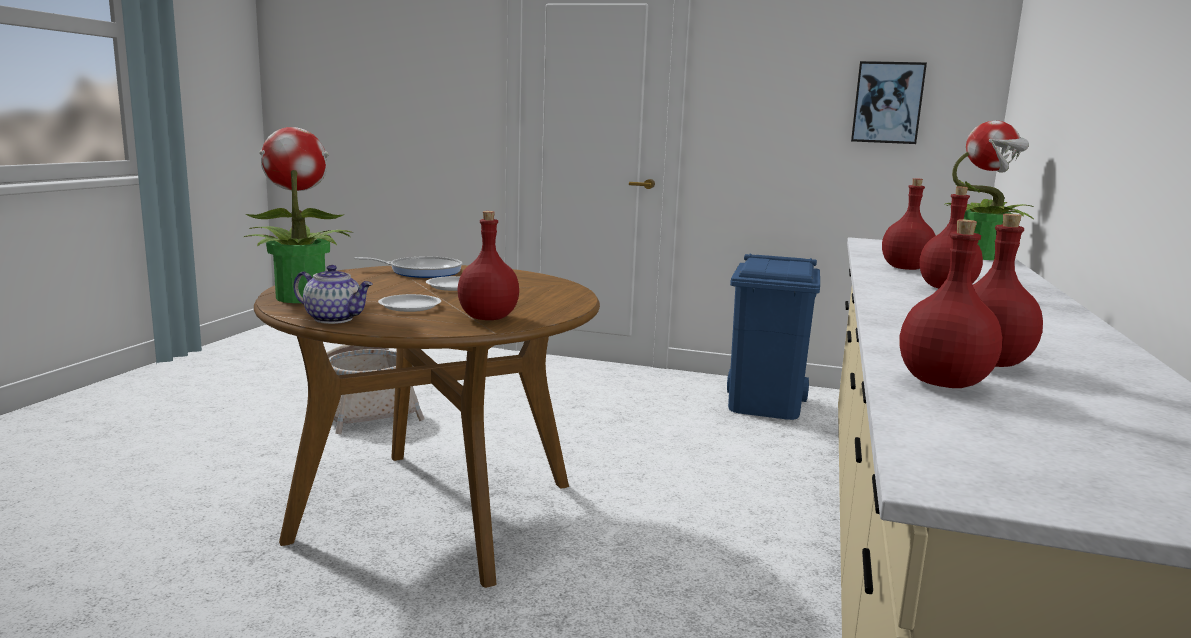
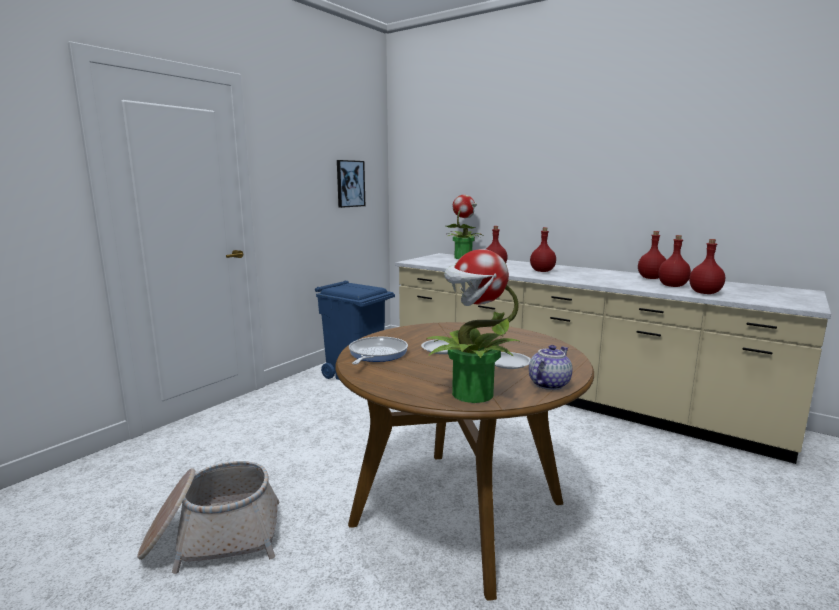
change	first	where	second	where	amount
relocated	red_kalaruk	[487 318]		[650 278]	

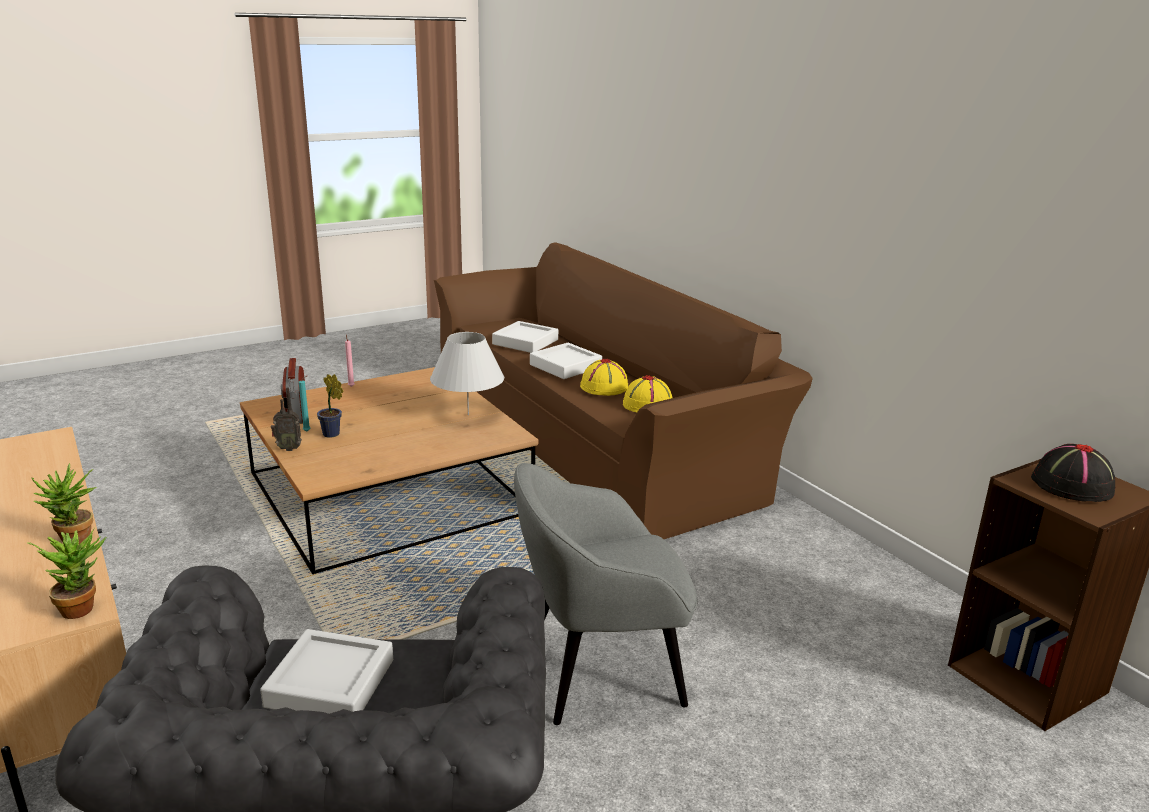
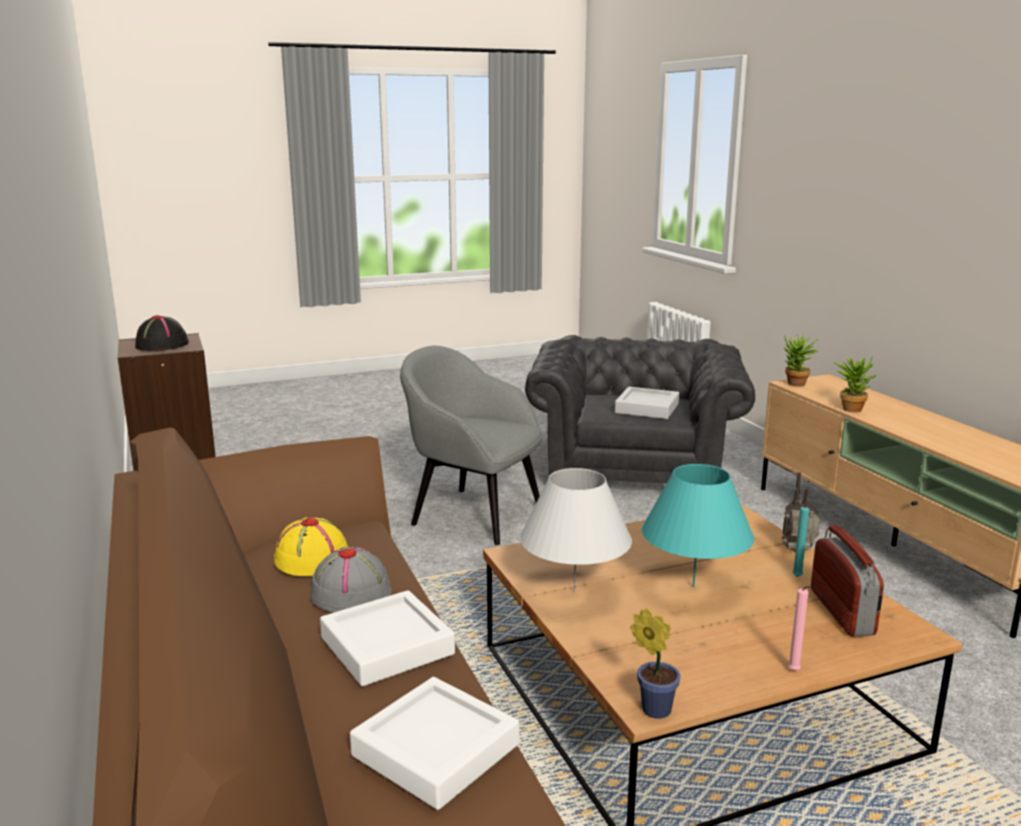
change	first	where	second	where	amount
colour	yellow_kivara	[604 387]	grey_kivara	[351 592]	
relocated	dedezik	[333 435]		[652 708]	
spun	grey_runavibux	[599 670]		[474 514]	150 degrees counterclockwise
appeared			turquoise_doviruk	[693 586]	

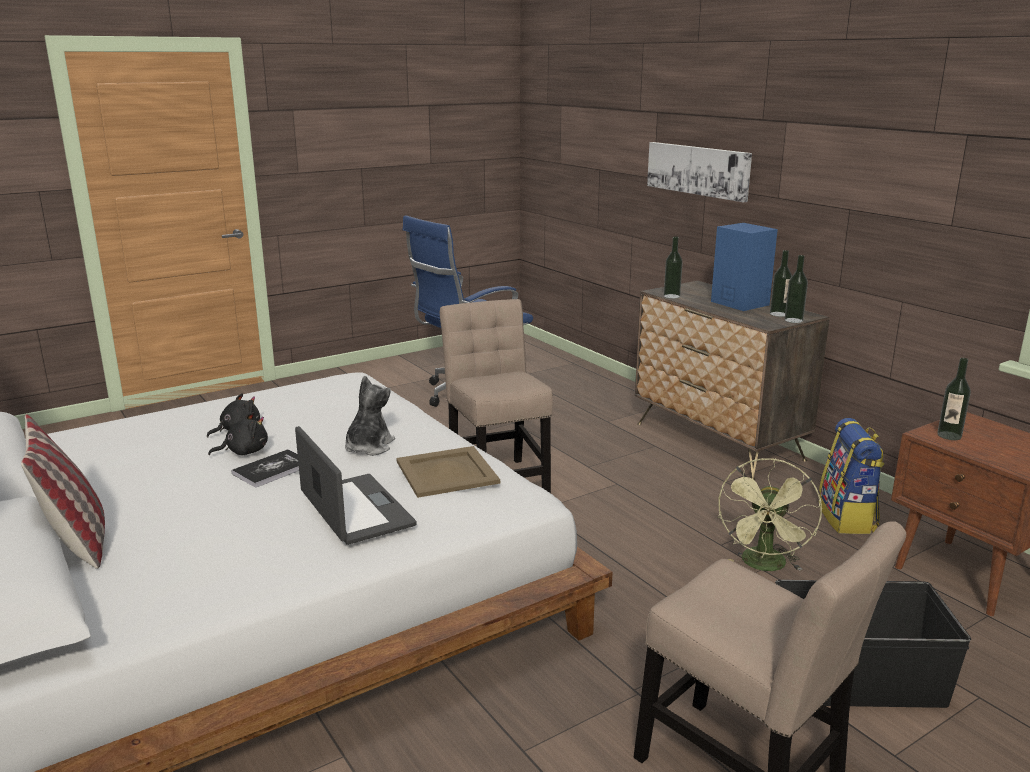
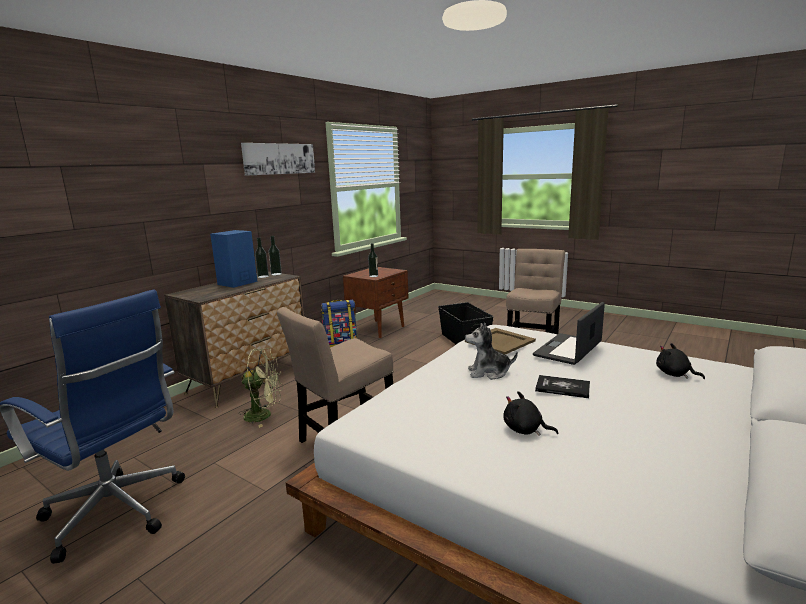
change	first	where	second	where	amount
relocated	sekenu	[698 170]		[279 159]	
missing	kalaruk	[671 296]			
relocated	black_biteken	[244 452]		[675 374]	
missing	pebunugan	[76 541]			
relocated	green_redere	[764 566]		[264 415]	

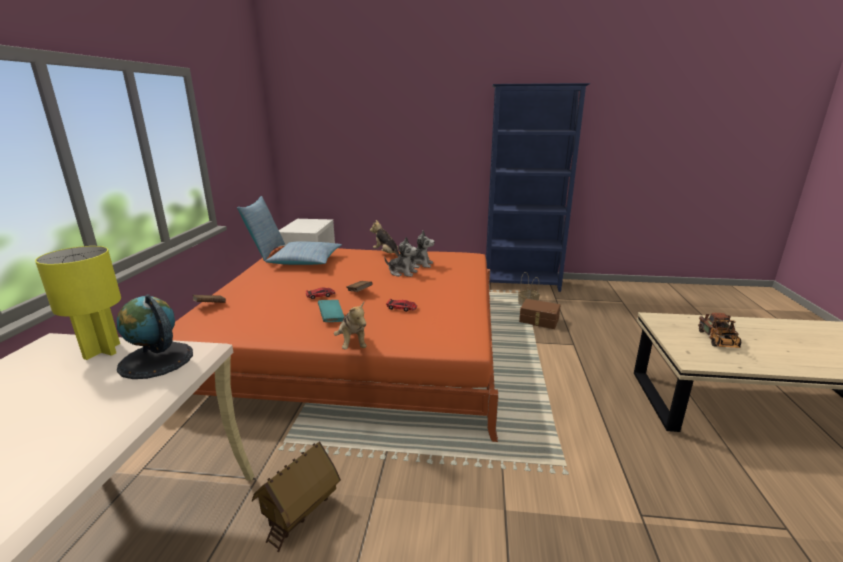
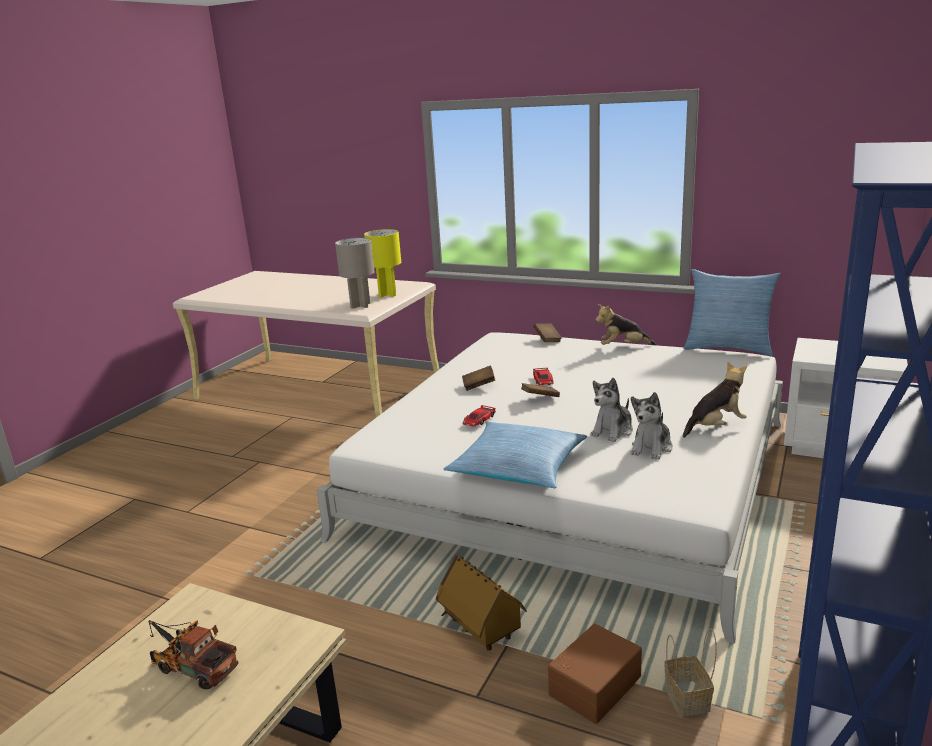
change	first	where	second	where	amount
relocated	pebunugan	[306 261]		[518 467]	
colour	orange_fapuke	[357 343]	white_fapuke	[574 478]	
exchanged	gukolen	[156 360]	grey_doviruk	[360 305]	
colour	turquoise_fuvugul	[331 318]	brown_fuvugul	[479 386]	
relocated	biteken	[352 343]		[623 347]	
relocated	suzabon	[300 512]		[481 630]	

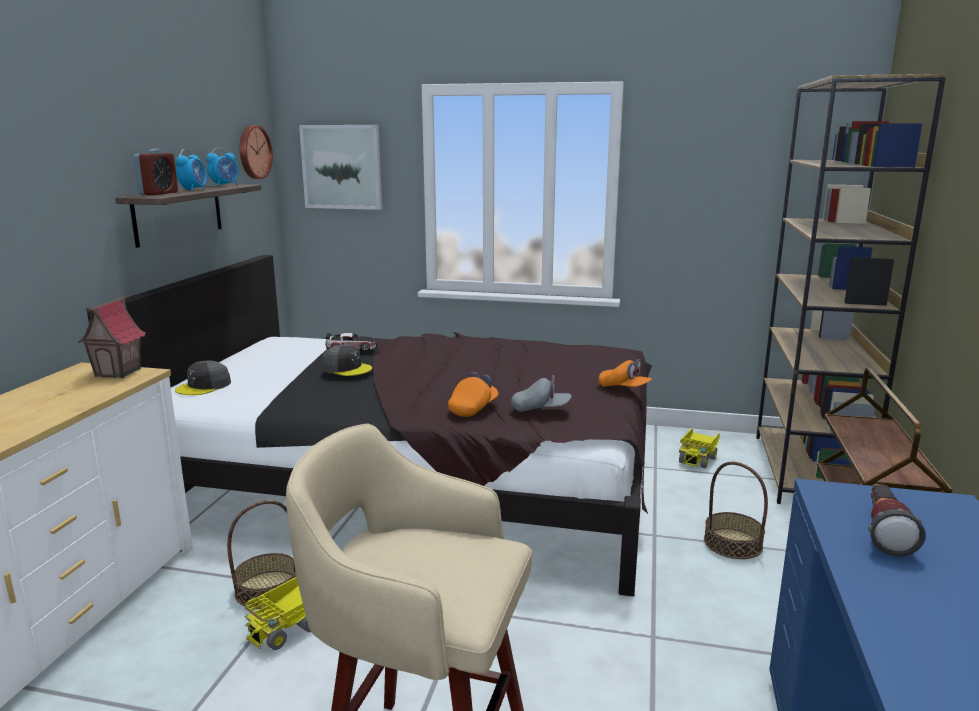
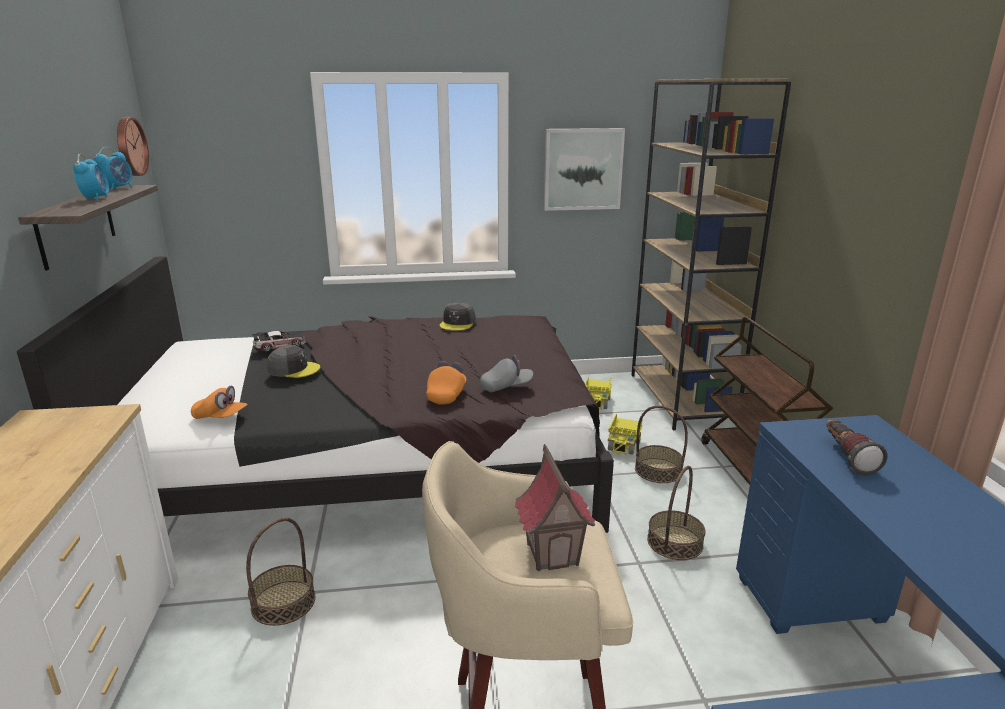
change	first	where	second	where	amount
relocated	sekenu	[342 167]		[582 169]	
missing	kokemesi	[158 193]			
relocated	suzabon	[118 372]		[553 554]	
relocated	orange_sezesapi	[624 388]		[220 417]	
relocated	grey_sezesapi	[204 386]		[458 323]	
relocated	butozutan	[288 628]		[624 444]	
appeared			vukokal	[675 542]	

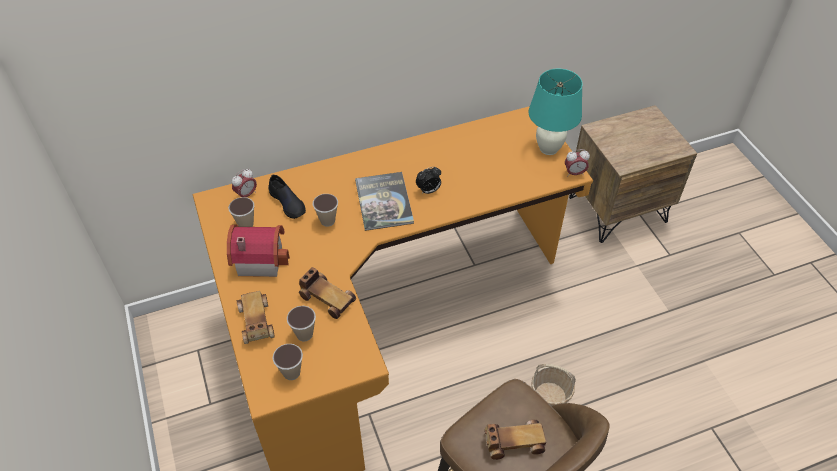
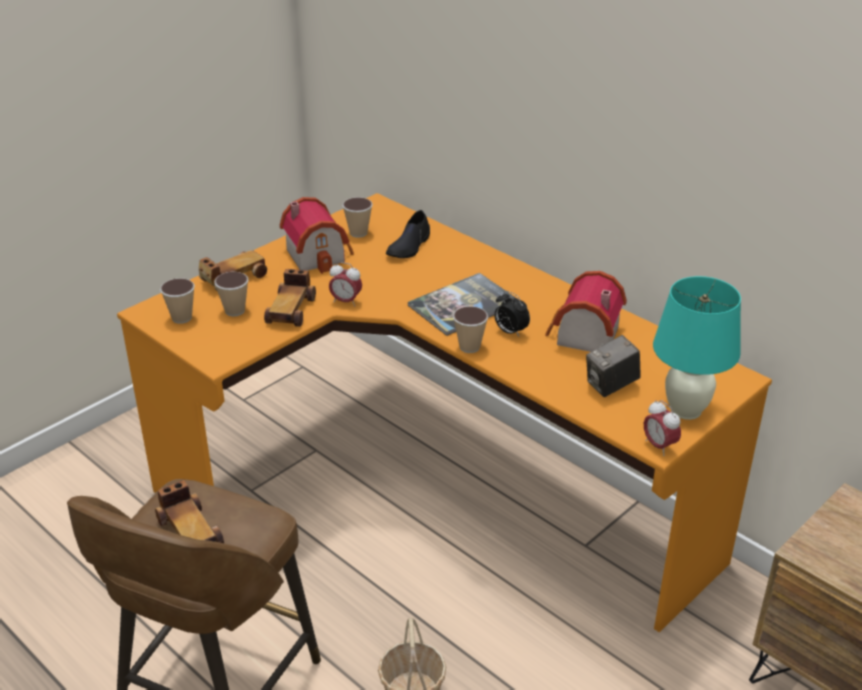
change	first	where	second	where	amount
relocated	kokemesi	[246 195]		[346 301]	
relocated	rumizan	[327 221]		[469 347]	
appeared			suzabon	[582 336]	
appeared			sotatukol	[611 386]	

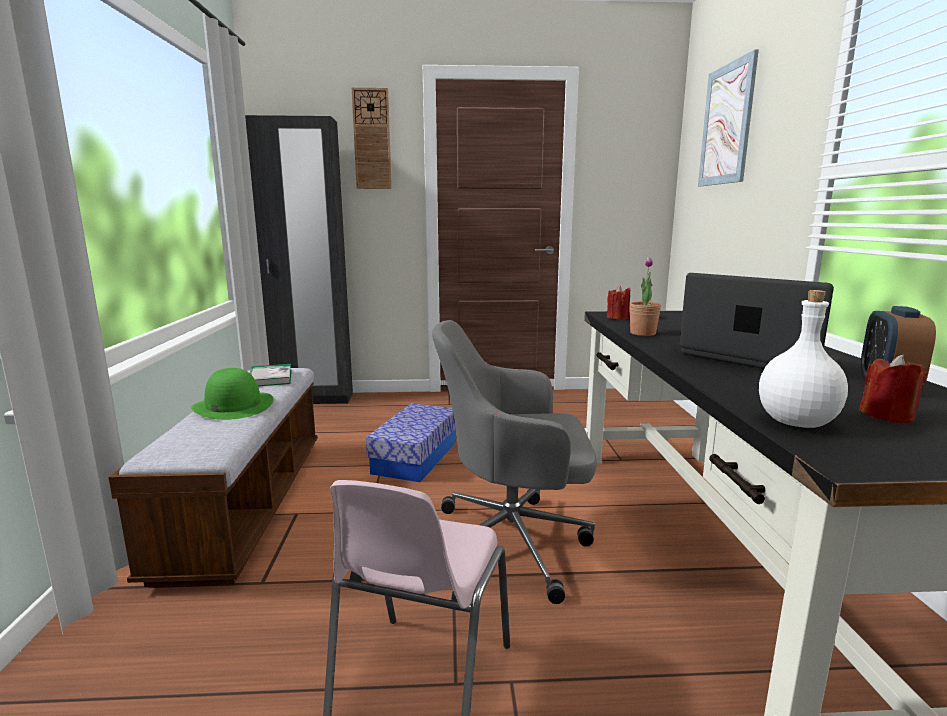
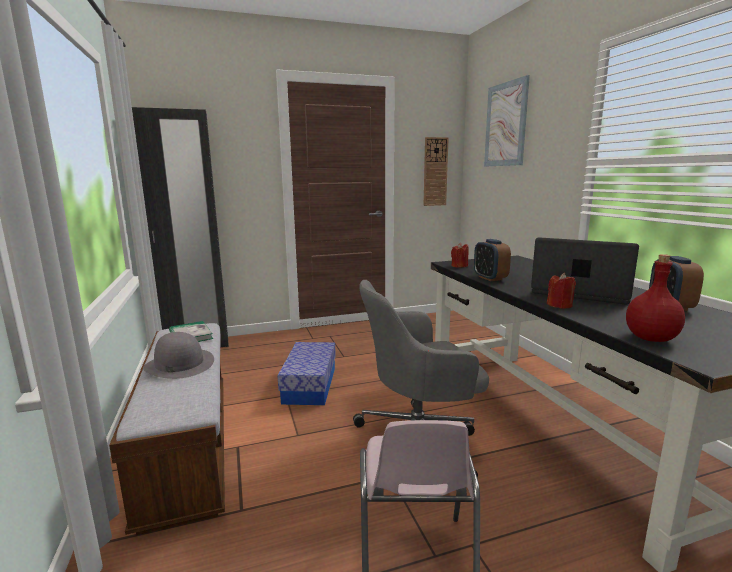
change	first	where	second	where	amount
relocated	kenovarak	[372 139]		[435 172]	
exchanged	dedezik	[642 333]	kokemesi	[490 278]	
colour	white_kalaruk	[797 422]	red_kalaruk	[651 338]	
relocated	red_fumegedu	[887 416]		[559 305]	
colour	green_kivara	[233 406]	grey_kivara	[179 364]	

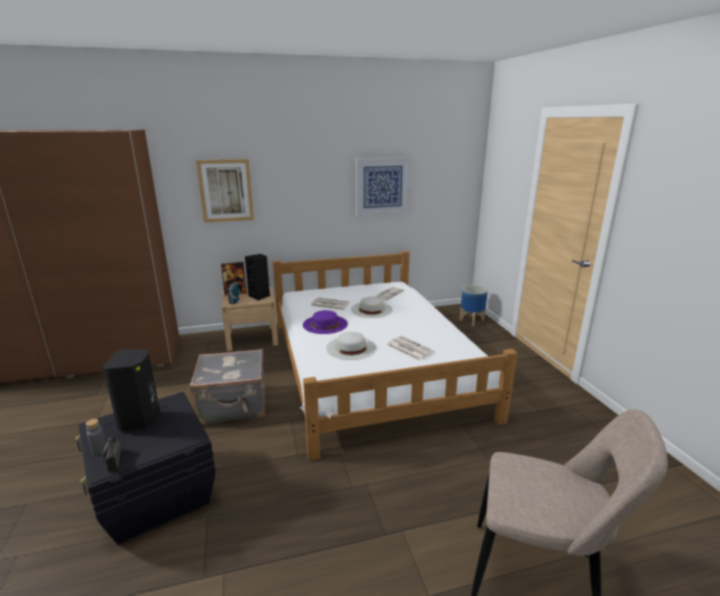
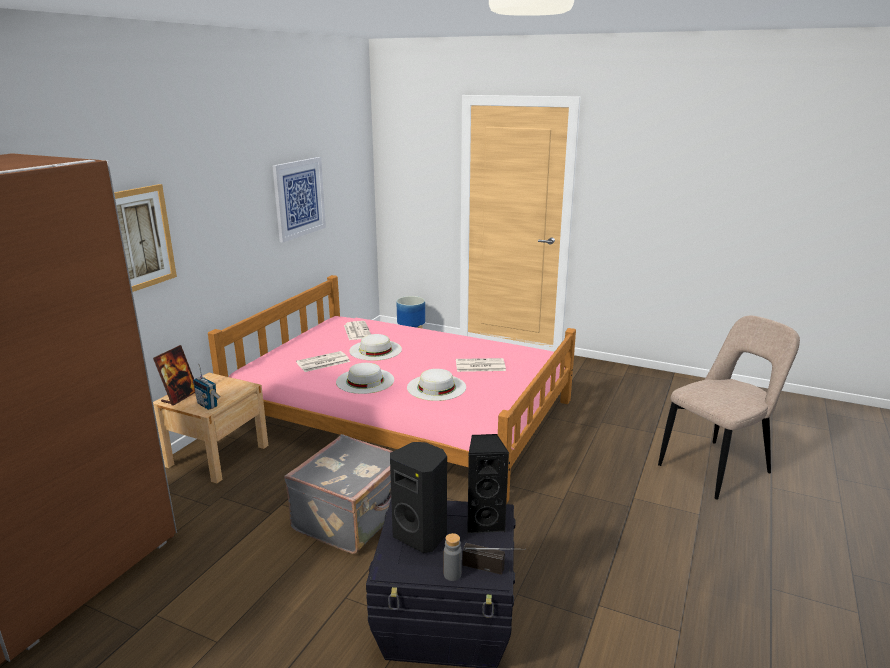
change	first	where	second	where	amount
colour	white_fapuke	[371 366]	pink_fapuke	[404 414]	
relocated	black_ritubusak	[260 296]		[485 522]	
colour	purple_kivara	[325 324]	white_kivara	[365 380]	

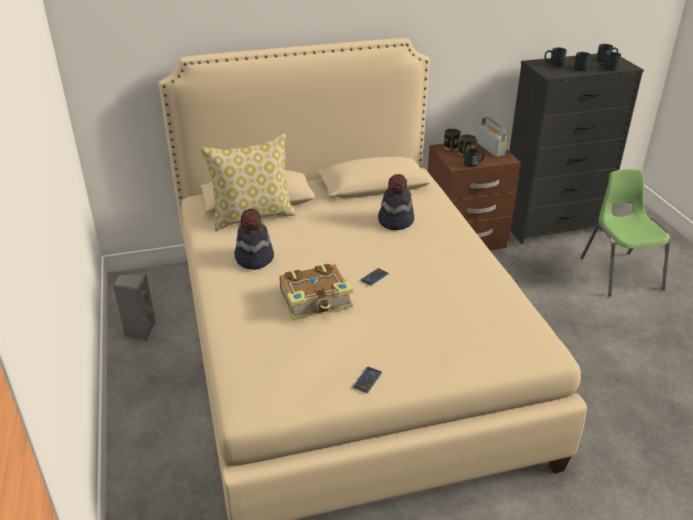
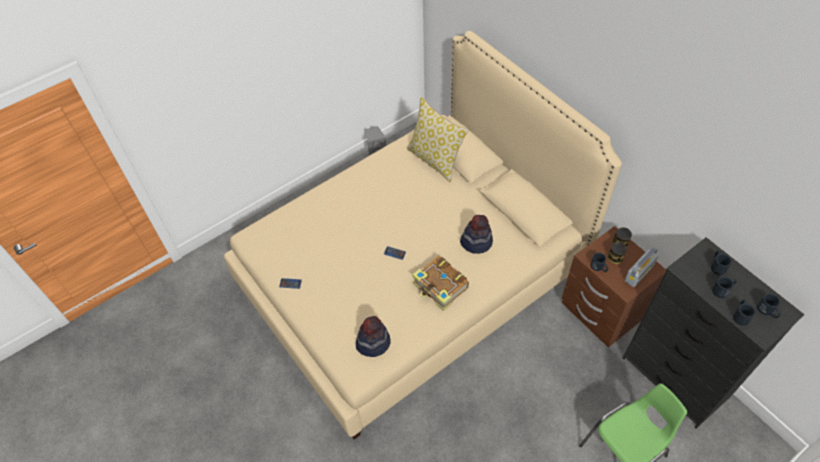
change	first	where	second	where	amount
relocated	kivara	[254 258]		[373 343]	
relocated	fuvugul	[316 300]		[440 287]	

